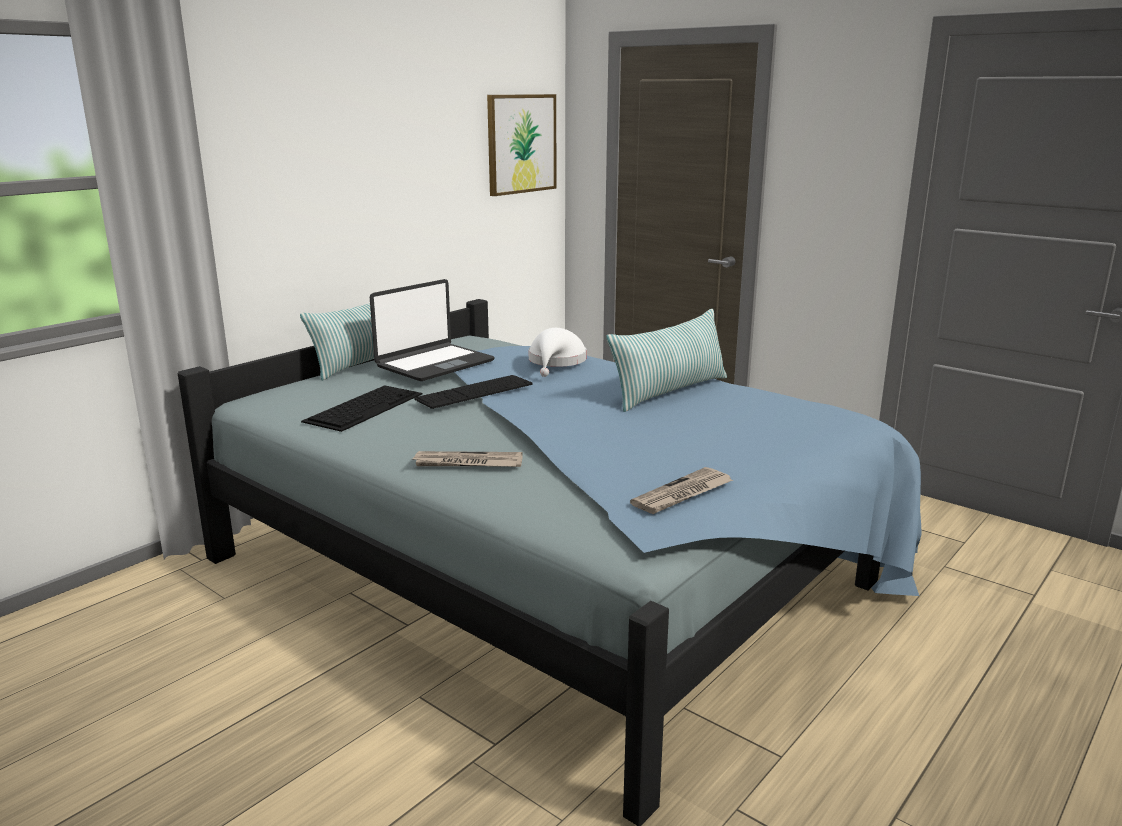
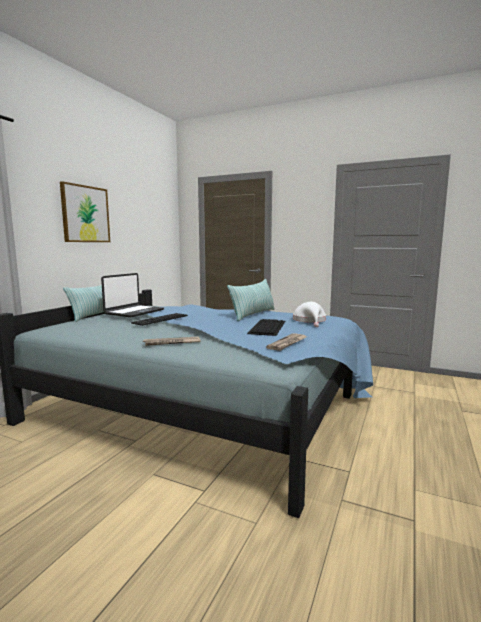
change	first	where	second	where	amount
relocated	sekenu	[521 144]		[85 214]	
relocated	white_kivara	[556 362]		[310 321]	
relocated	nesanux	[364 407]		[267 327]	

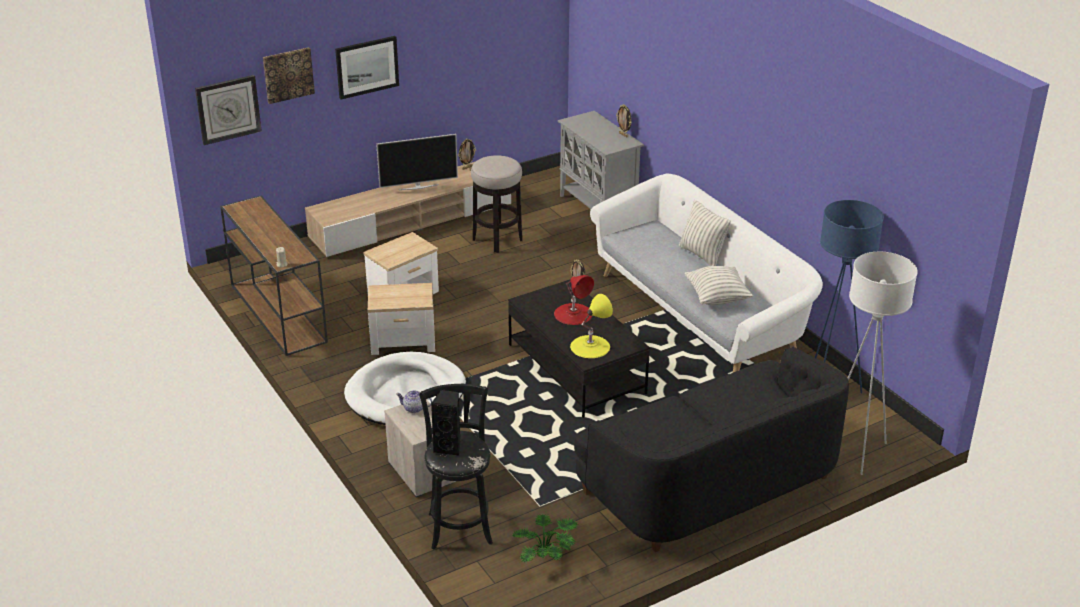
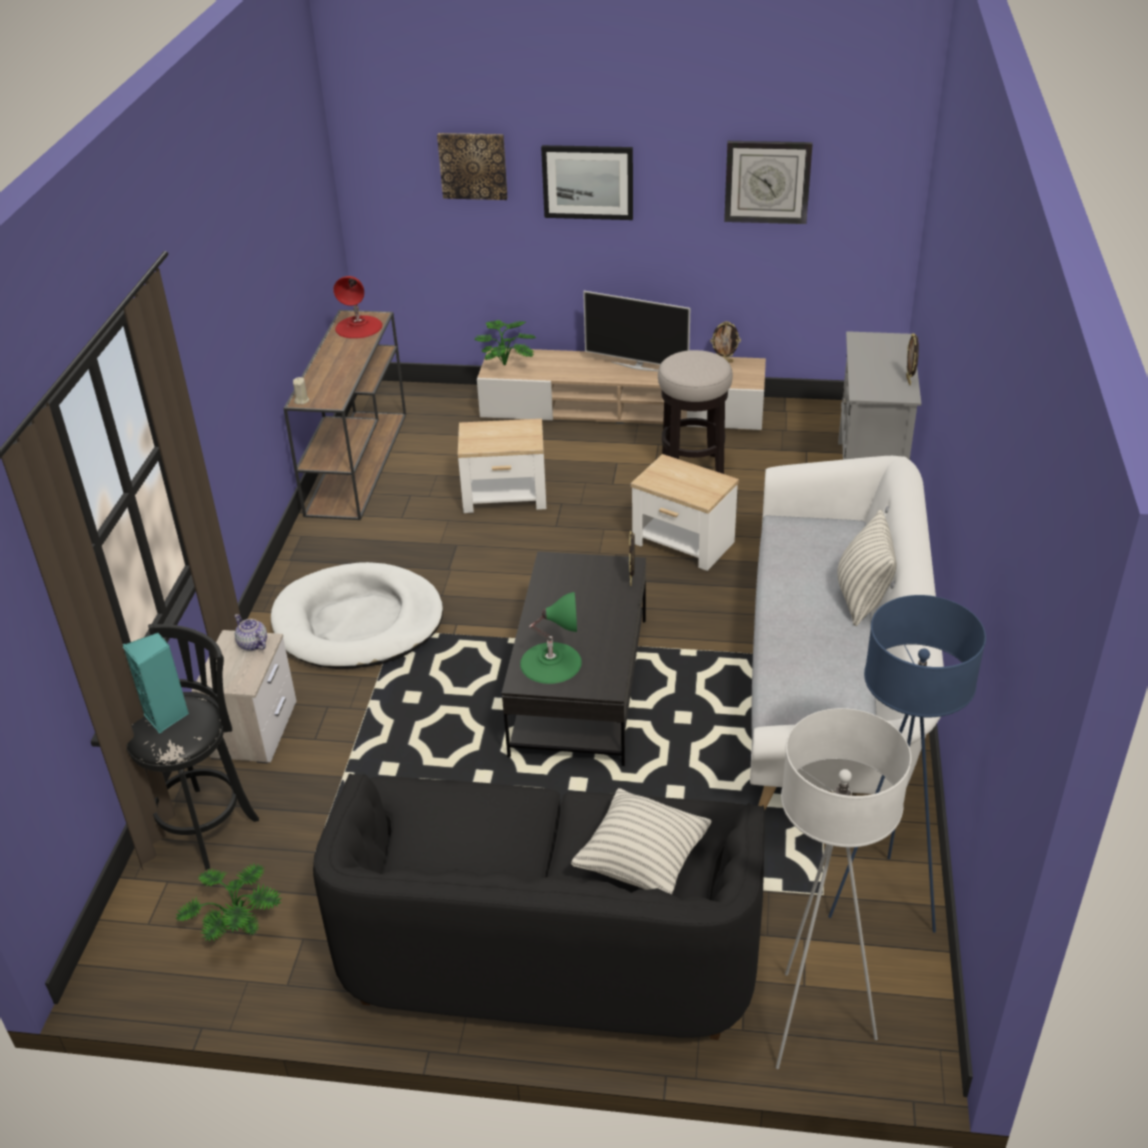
change	first	where	second	where	amount
relocated	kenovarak	[228 109]		[767 181]	
relocated	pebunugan	[717 298]		[642 862]	
relocated	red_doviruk	[573 314]		[359 327]	
relocated	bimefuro	[403 342]		[682 544]	
colour	yellow_doviruk	[590 346]	green_doviruk	[551 662]	
colour	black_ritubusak	[449 447]	turquoise_ritubusak	[166 716]	
appeared			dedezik	[507 363]	

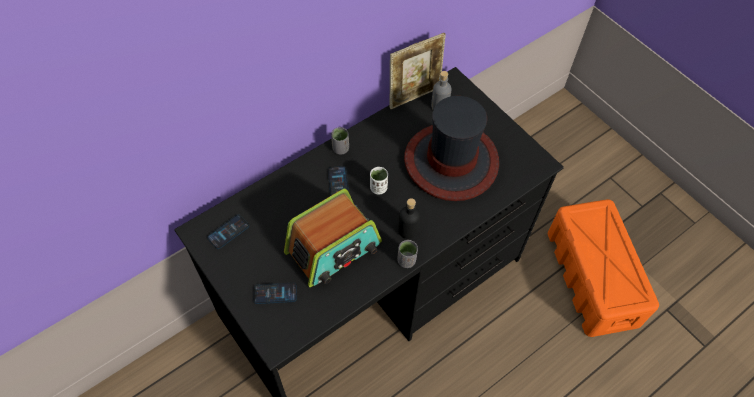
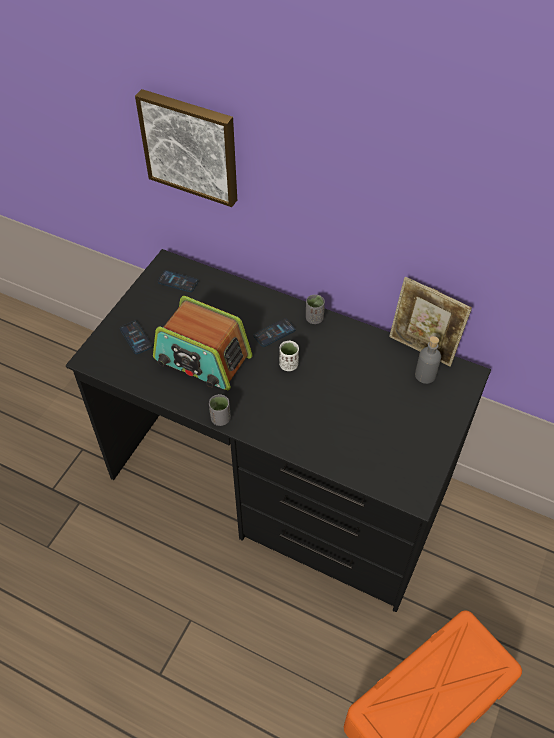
change	first	where	second	where	amount
missing	kivara	[451 162]			
missing	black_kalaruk	[407 230]			
appeared			sekenu	[191 146]	

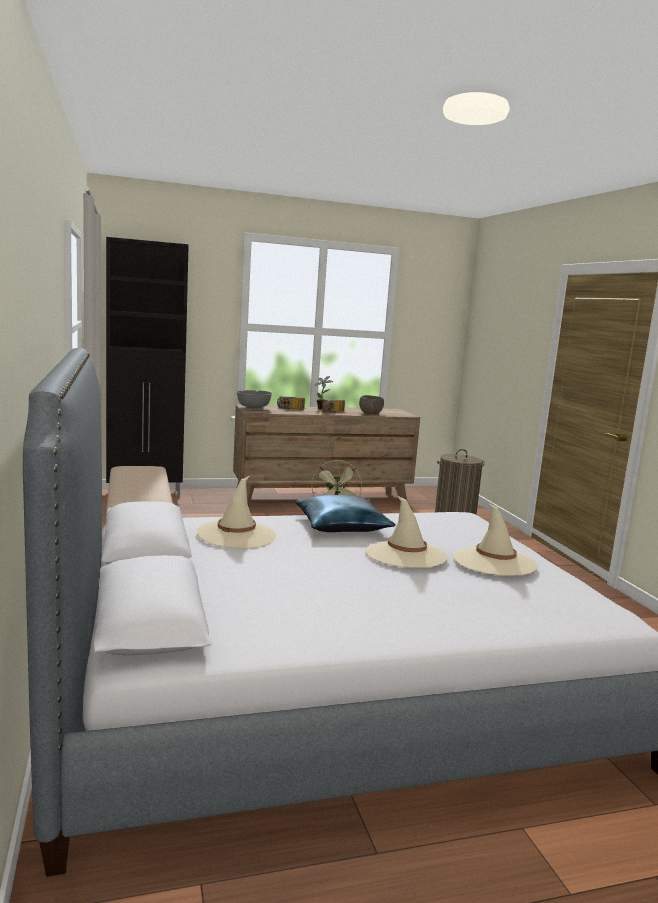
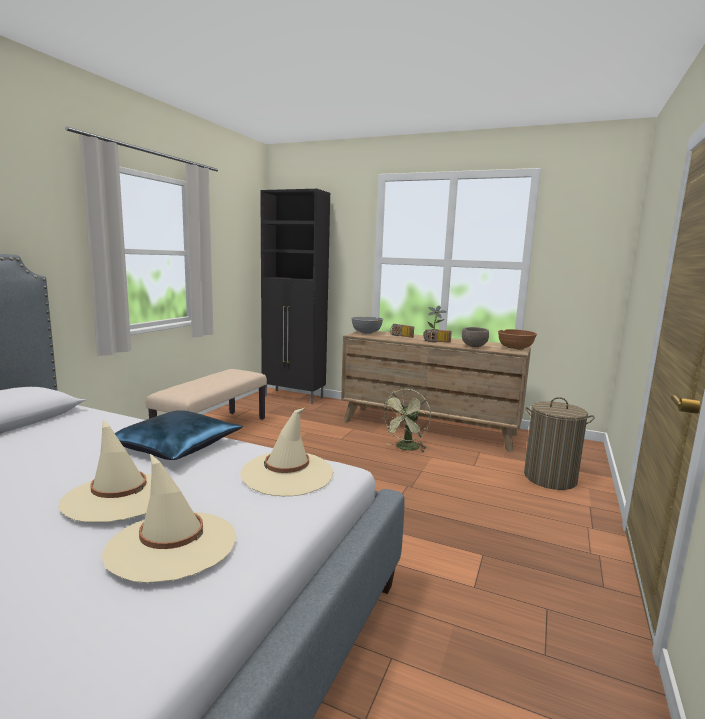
change	first	where	second	where	amount
relocated	beige_kivara	[236 535]		[287 473]	
appeared			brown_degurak	[515 348]	

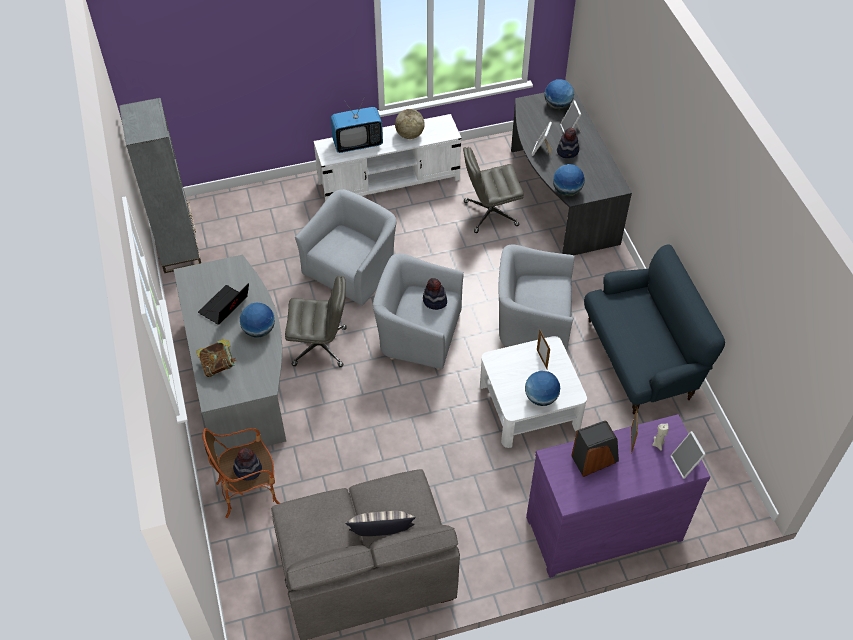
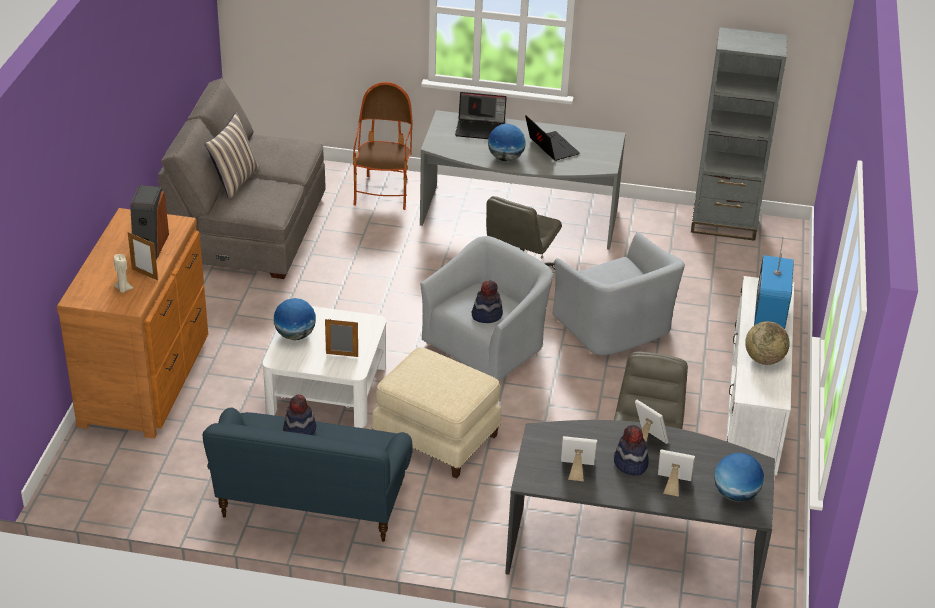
change	first	where	second	where	amount
missing	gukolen	[567 191]			
exchanged	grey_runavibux	[532 322]	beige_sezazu	[437 436]	
exchanged	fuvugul	[218 365]	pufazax	[481 129]	
colour	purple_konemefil	[602 526]	brown_konemefil	[147 380]	
relocated	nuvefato	[686 464]		[576 470]	
relocated	kivara	[248 469]		[300 430]	

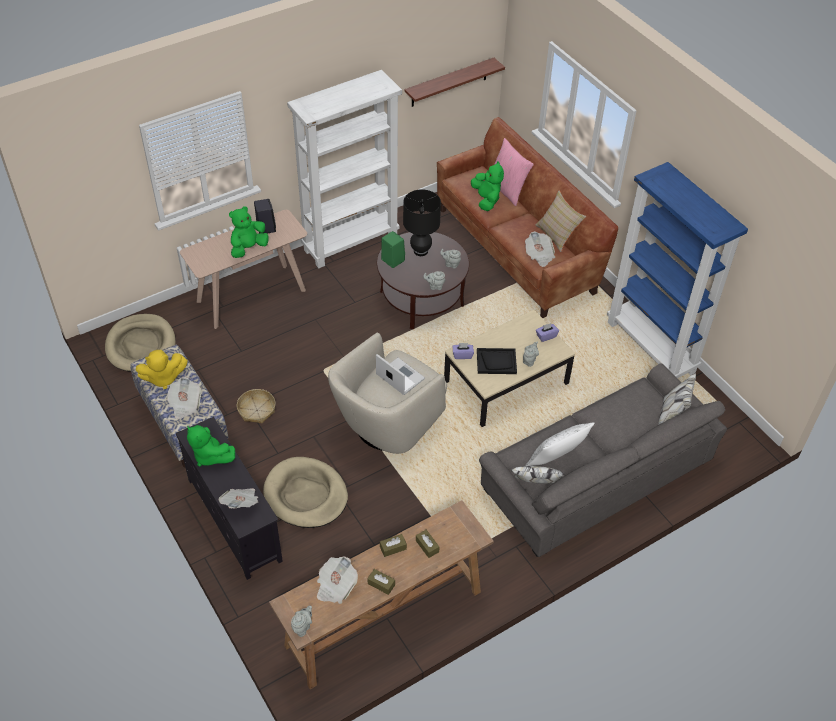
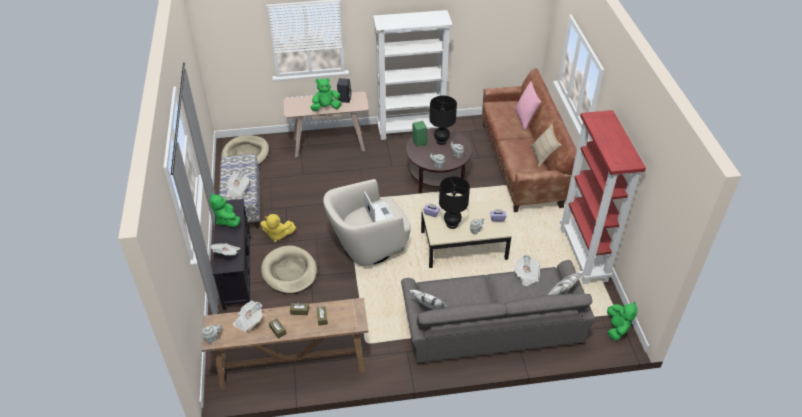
change	first	where	second	where	amount
missing	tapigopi	[449 82]			
relocated	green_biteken	[486 200]		[617 328]	
colour	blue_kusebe	[652 347]	red_kusebe	[584 254]	
relocated	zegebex	[539 255]		[526 275]	
exchanged	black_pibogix	[496 362]	black_doviruk	[452 224]	
relocated	yellow_biteken	[163 378]		[277 235]	
missing	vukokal	[256 410]			
missing	white_pebunugan	[556 461]			

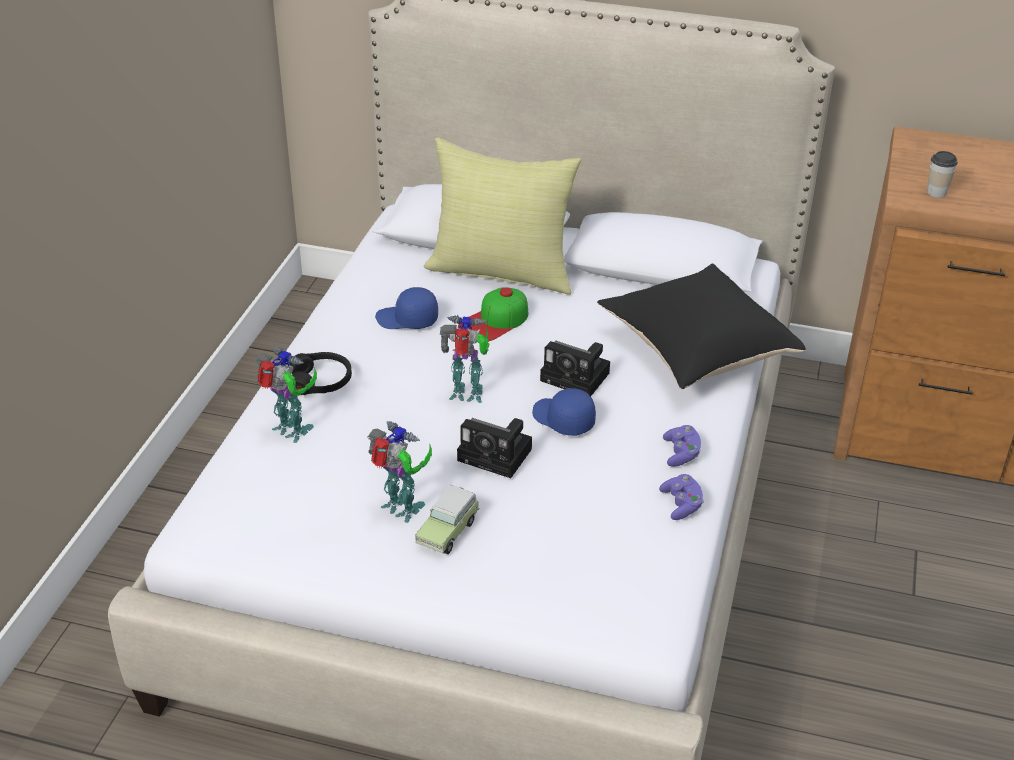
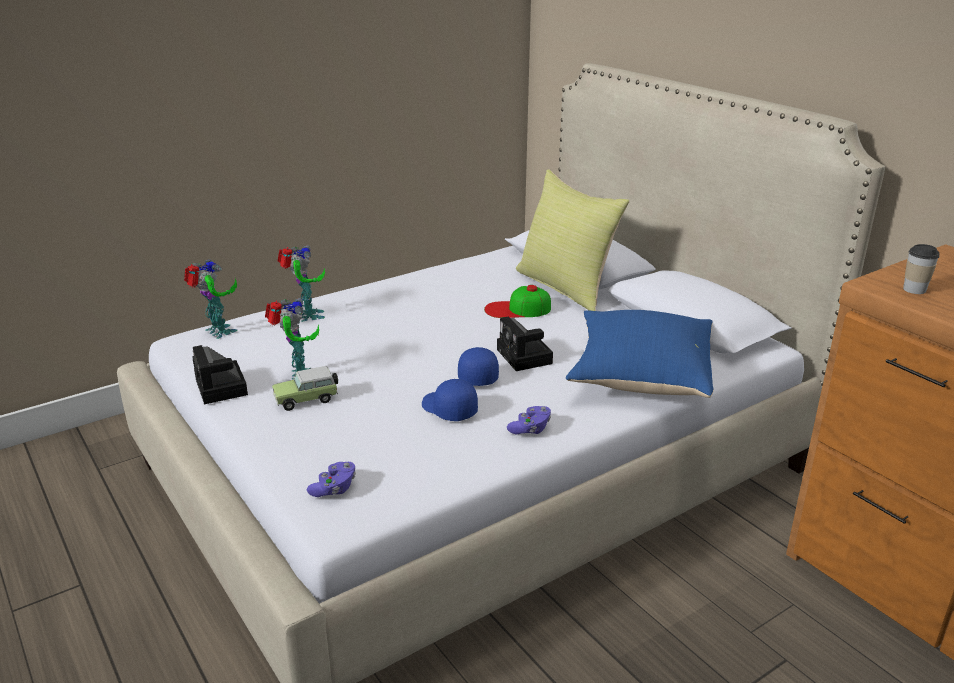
change	first	where	second	where	amount
colour	black_pebunugan	[694 350]	blue_pebunugan	[640 376]	
relocated	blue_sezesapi	[407 320]		[448 409]	
relocated	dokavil	[468 395]		[218 332]	
missing	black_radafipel	[321 381]			
relocated	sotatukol	[498 455]		[222 388]	
relocated	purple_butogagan	[681 505]		[334 489]	

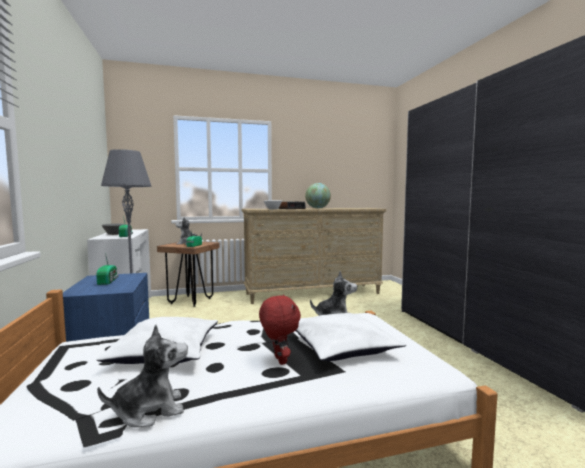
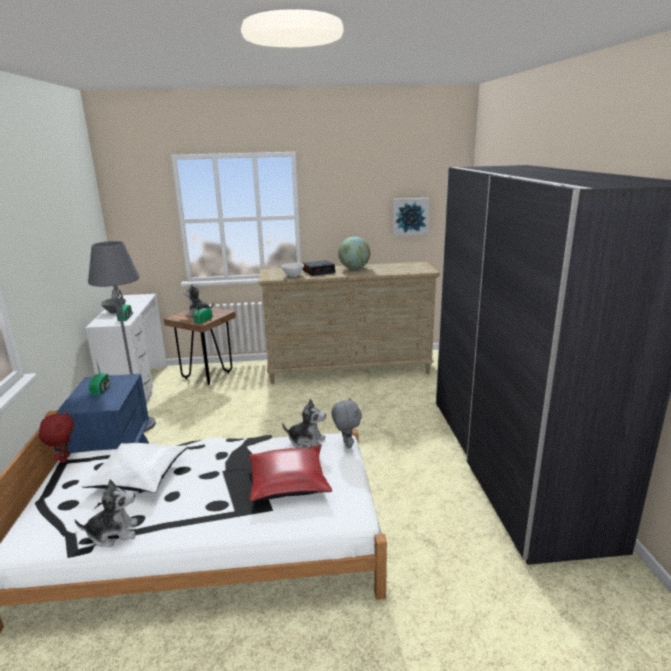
change	first	where	second	where	amount
relocated	red_biteken	[279 360]		[64 459]	
colour	white_pebunugan	[342 347]	red_pebunugan	[288 481]	
appeared			sekenu	[410 216]	
appeared			grey_biteken	[346 444]	

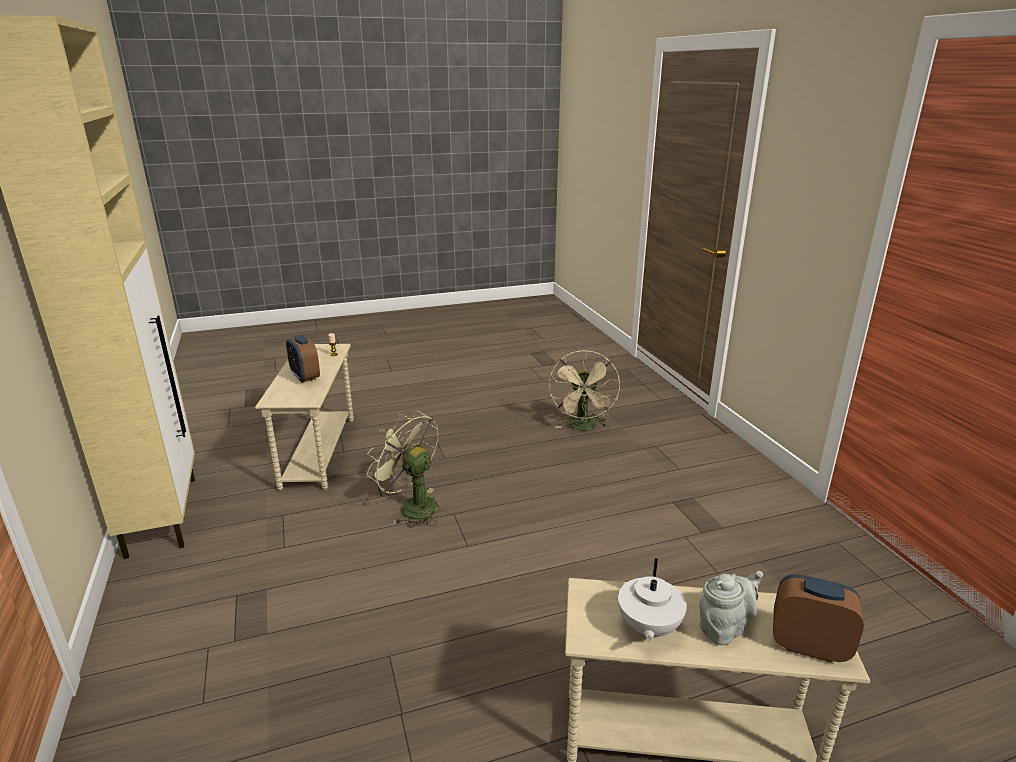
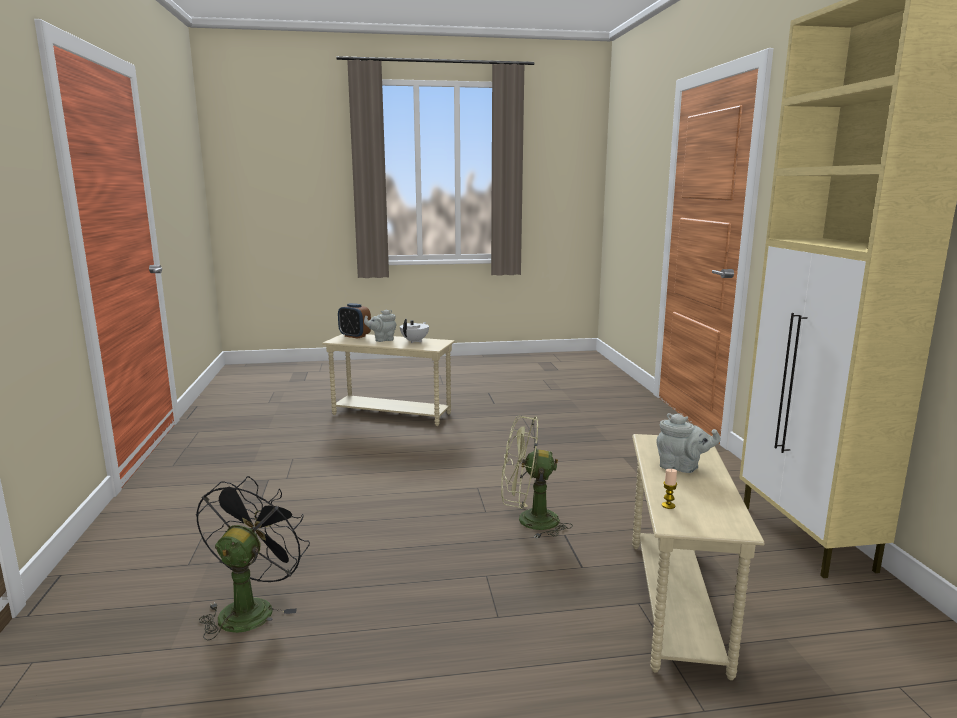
change	first	where	second	where	amount
exchanged	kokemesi	[305 377]	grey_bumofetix	[682 468]	
colour	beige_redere	[583 427]	black_redere	[251 608]	
spun	green_redere	[412 506]		[529 521]	135 degrees clockwise

